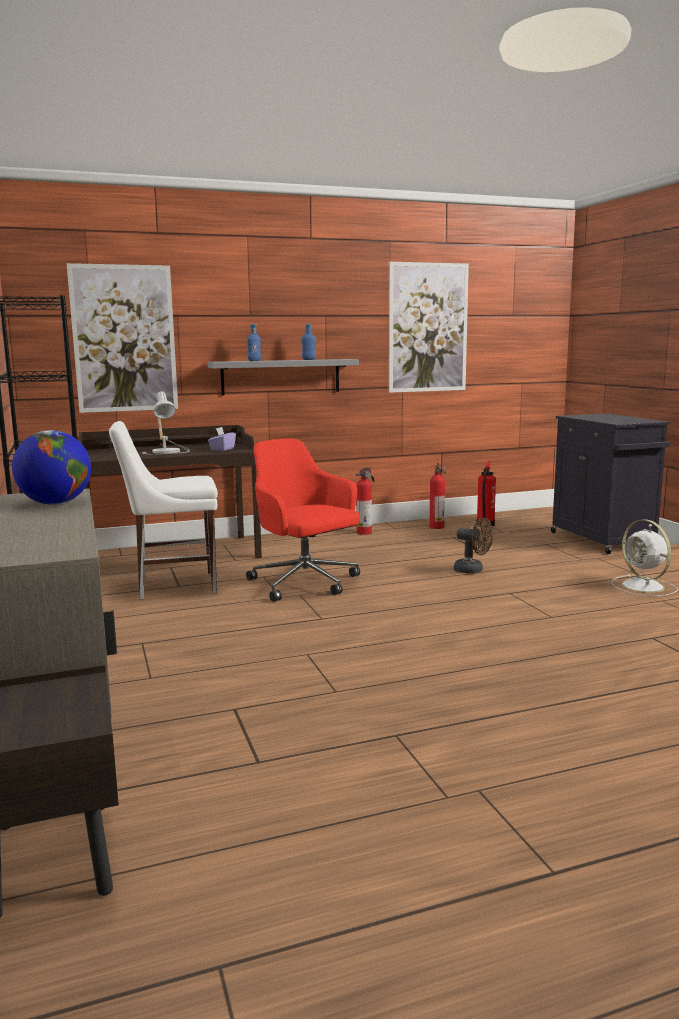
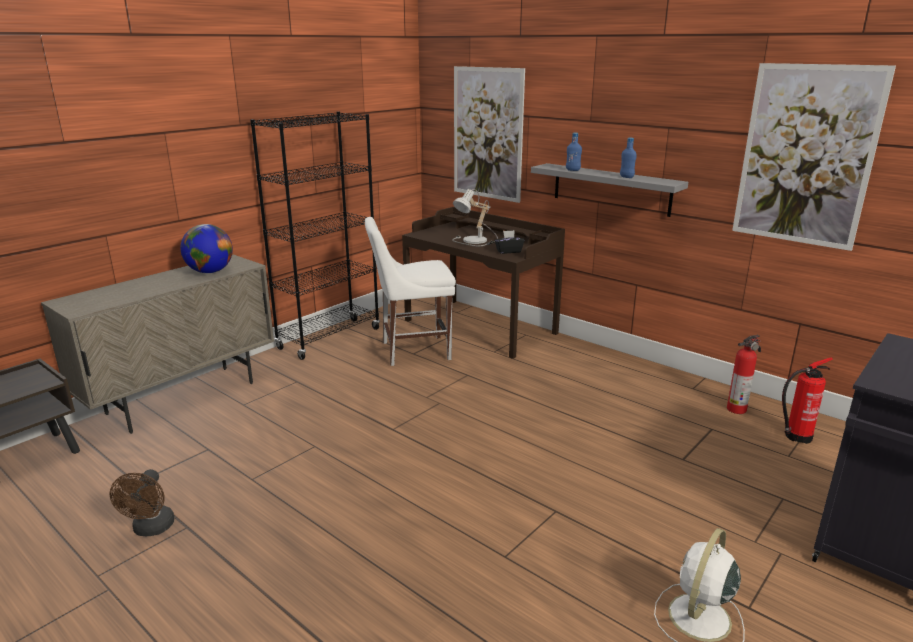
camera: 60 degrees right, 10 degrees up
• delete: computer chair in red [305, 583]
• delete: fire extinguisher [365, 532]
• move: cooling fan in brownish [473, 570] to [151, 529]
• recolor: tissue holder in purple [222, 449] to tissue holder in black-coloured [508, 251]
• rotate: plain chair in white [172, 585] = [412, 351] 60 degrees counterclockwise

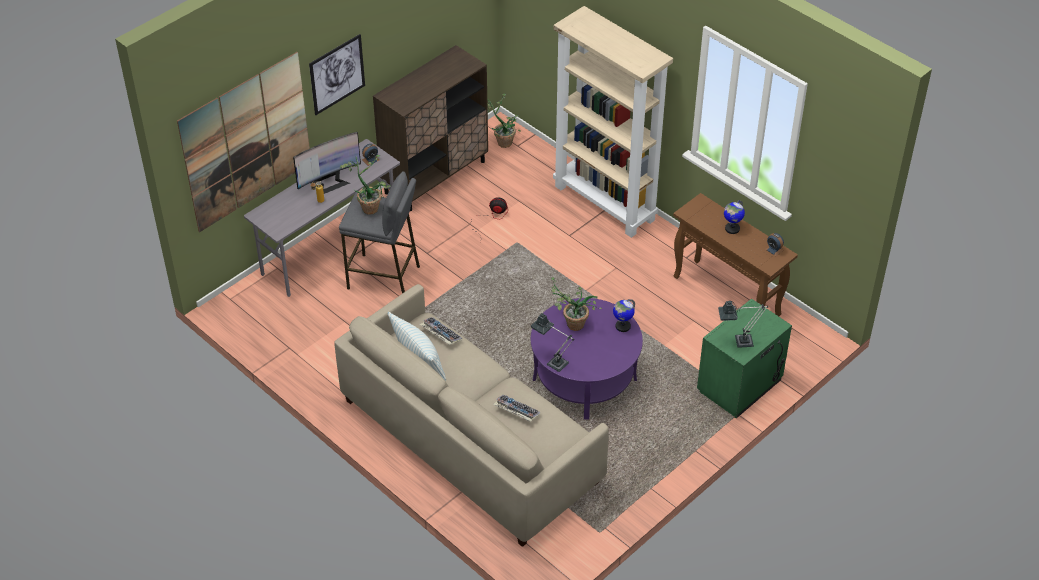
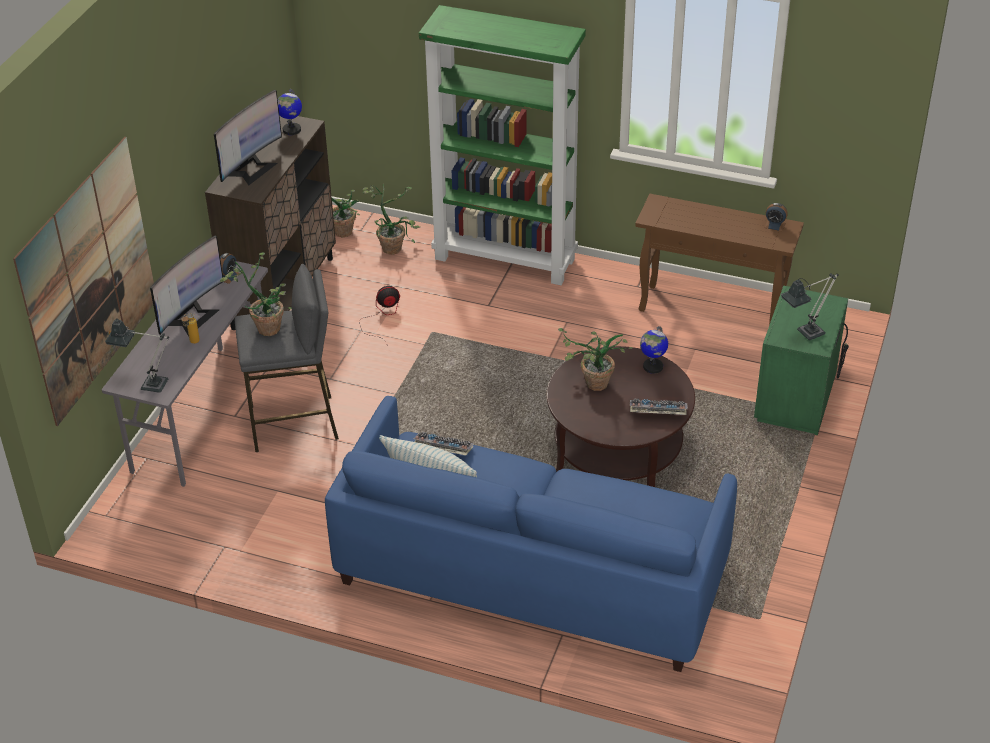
camera: 25 degrees left, 5 degrees down
• delete: wall art [337, 74]
• insert: monitor [251, 169]
• insert: plant in a pot [393, 245]
• move: keyboard [516, 411] to [657, 412]
• move: tabletop lamp [553, 361] to [148, 384]
• move: desk globe [732, 229] to [291, 130]
• recolor: couch in beige [469, 441] to couch in blue-coloured [530, 573]
• recolor: lounge table in purple [584, 379] to lounge table in brownish [617, 454]
• recolor: shelving unit in beige [605, 203] to shelving unit in green-coloured [506, 259]

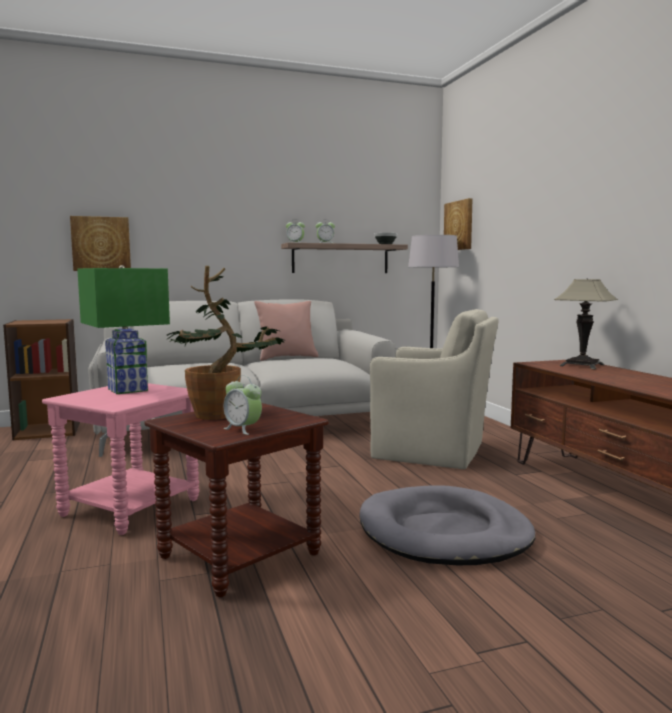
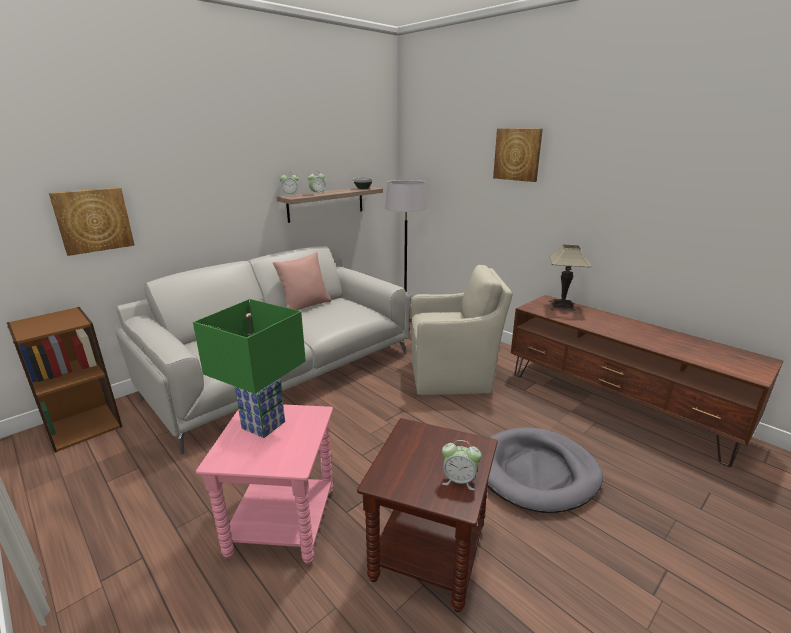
camera: 25 degrees left, 15 degrees up
• delete: plant in a pot [224, 414]
• move: wall art [459, 225] to [517, 154]

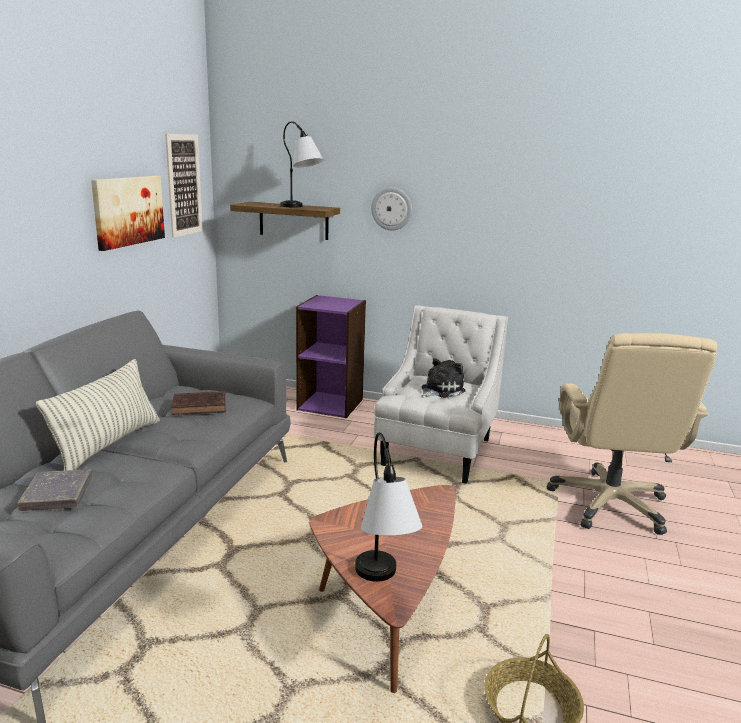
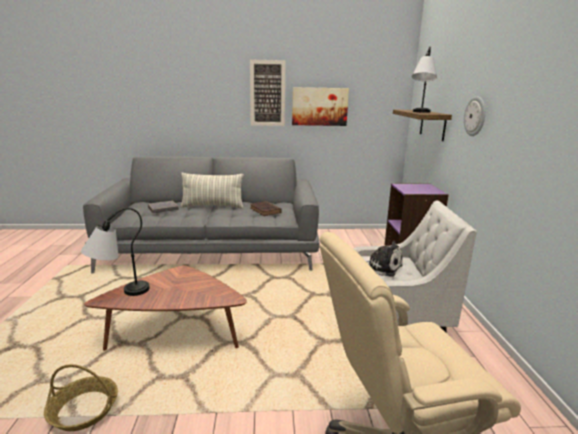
camera: 70 degrees right, 0 degrees up
• move: wall art [184, 185] to [267, 93]

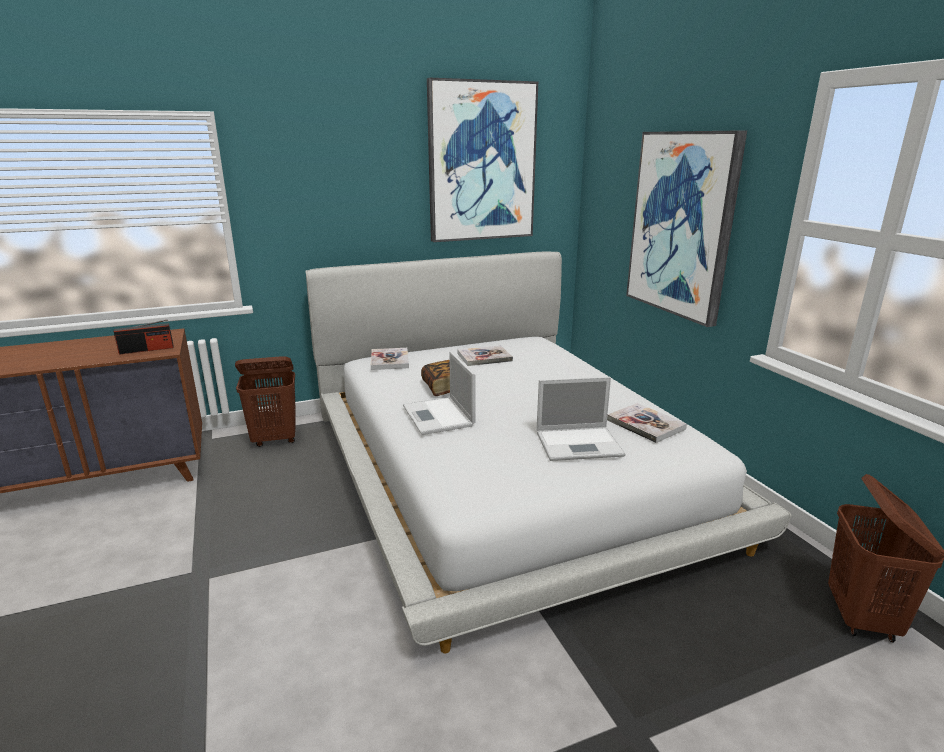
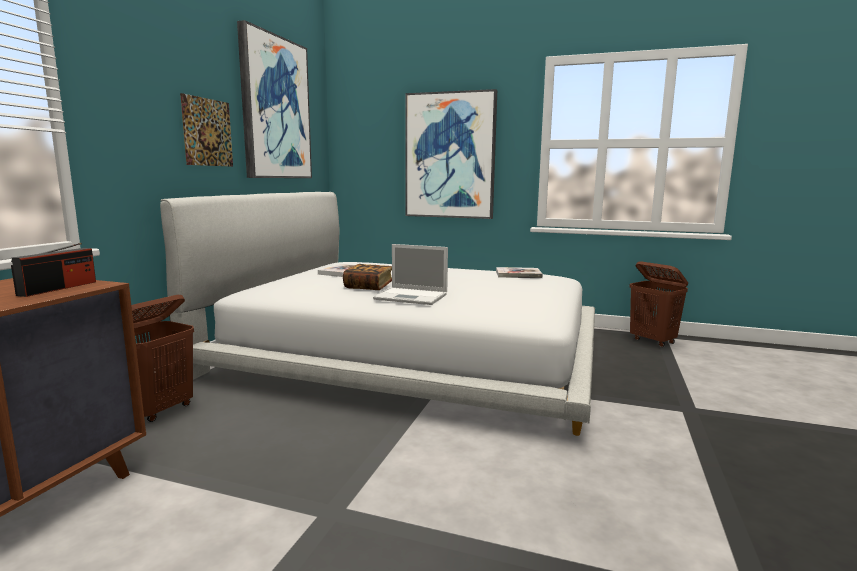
camera: 50 degrees left, 10 degrees down
• delete: bound book [389, 360]
• delete: laptop [580, 444]
• insert: wall art [207, 132]

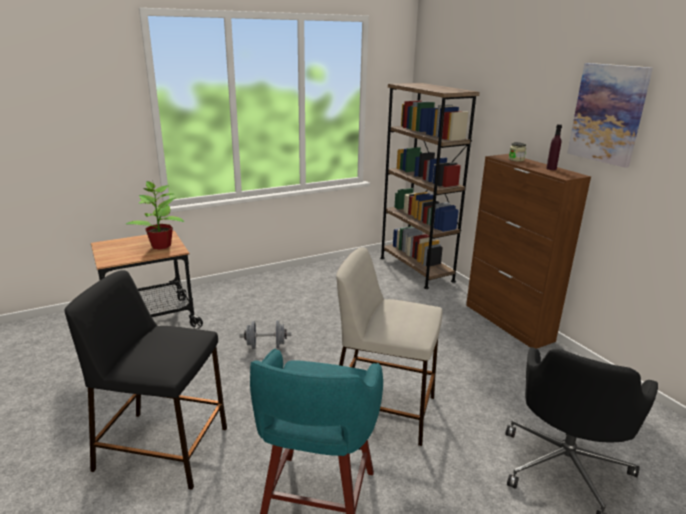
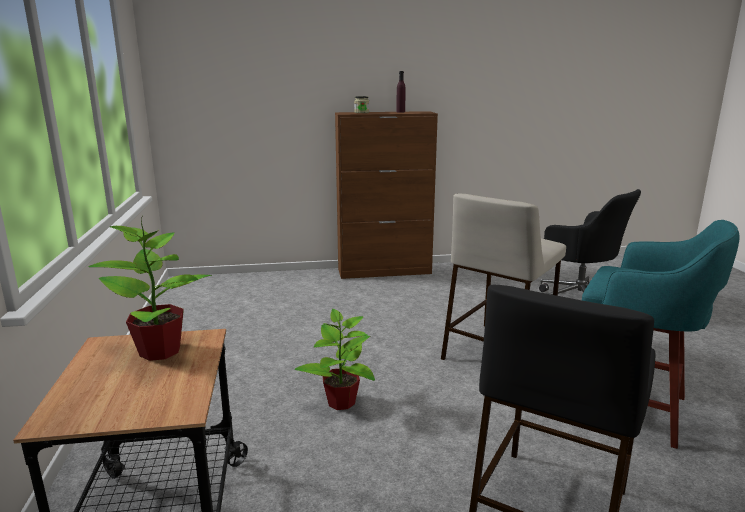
camera: 70 degrees left, 5 degrees down
• delete: shelving unit in brownish [416, 269]
• delete: wall art [608, 114]
• replace: hand weight in greyish [266, 346] to plant in a pot [341, 402]

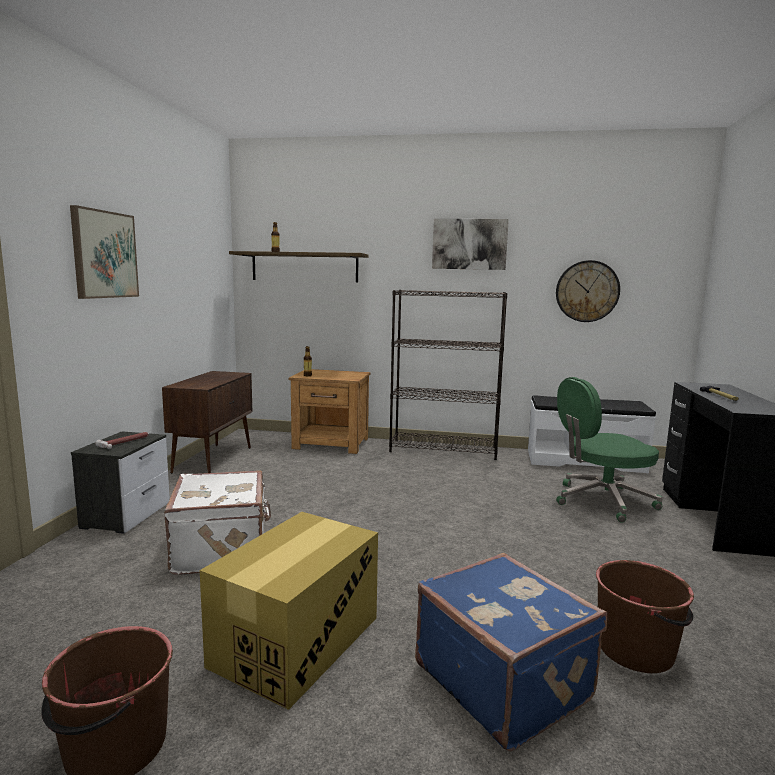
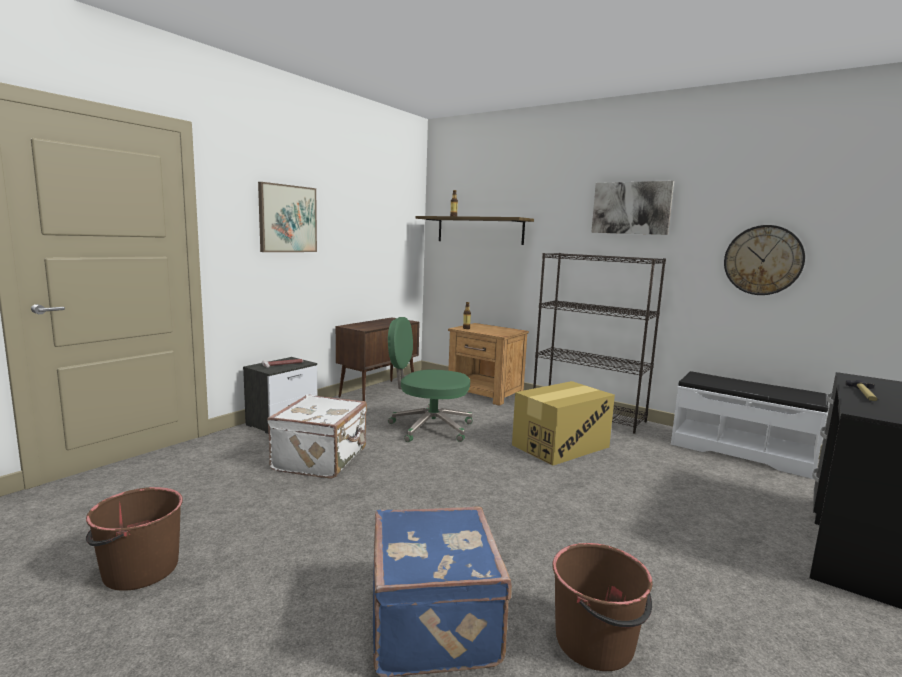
camera: 25 degrees right, 0 degrees up
• move: cardboard box [296, 641] to [560, 446]
• move: computer chair in green-coloured [601, 501] to [429, 427]

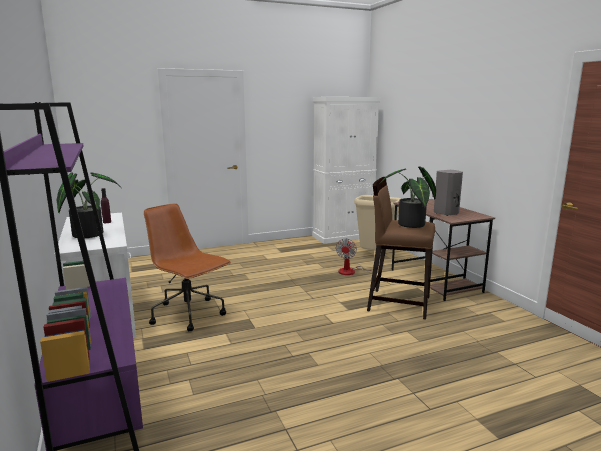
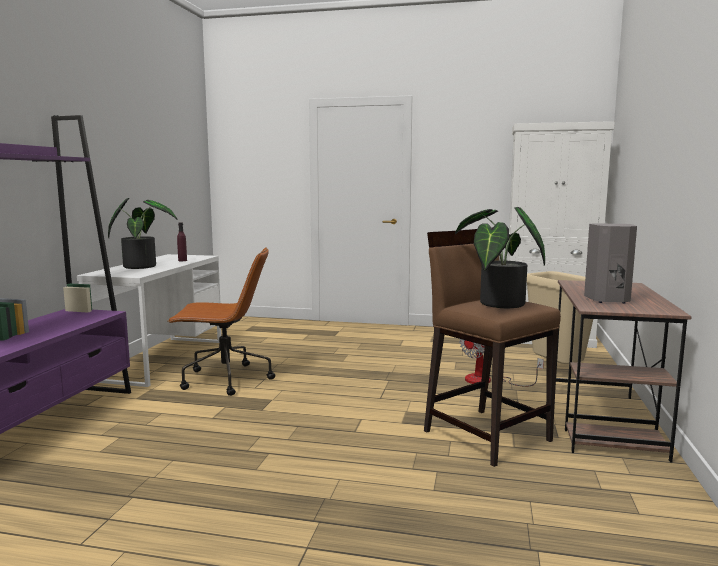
camera: 35 degrees right, 5 degrees down
• rotate: computer chair in brownish [189, 314] = [224, 380] 105 degrees clockwise

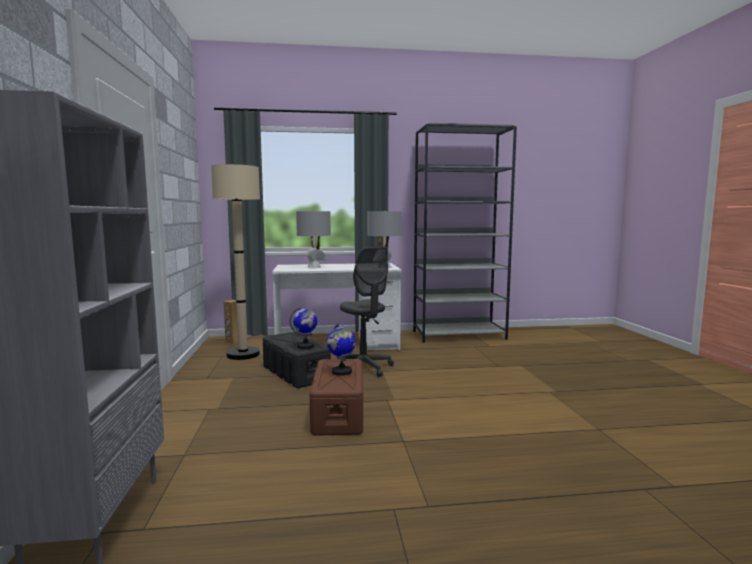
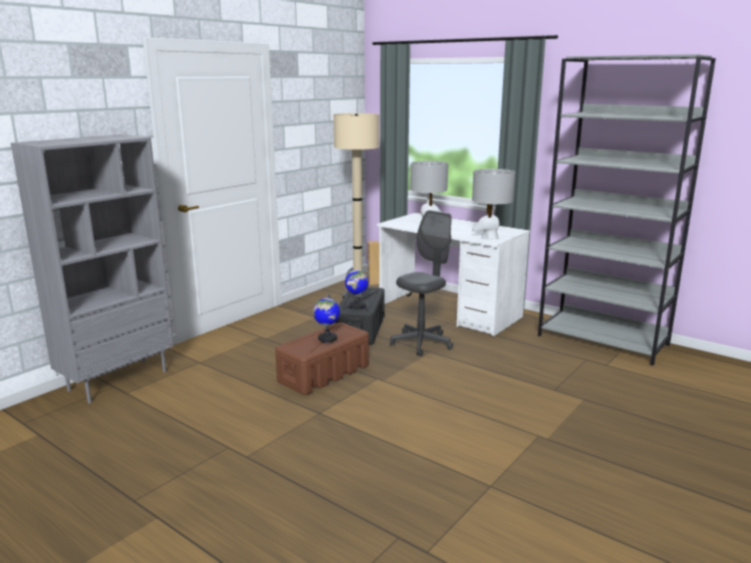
camera: 45 degrees right, 10 degrees up
• rotate: computer chair in greyish [364, 368] = [421, 343] 150 degrees counterclockwise

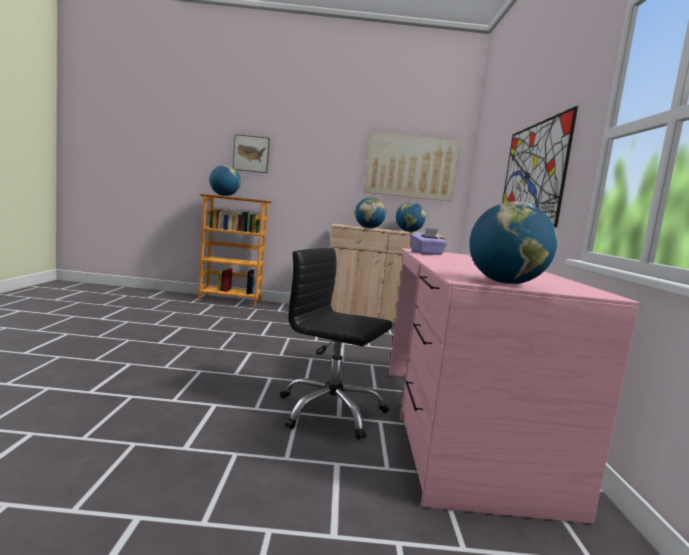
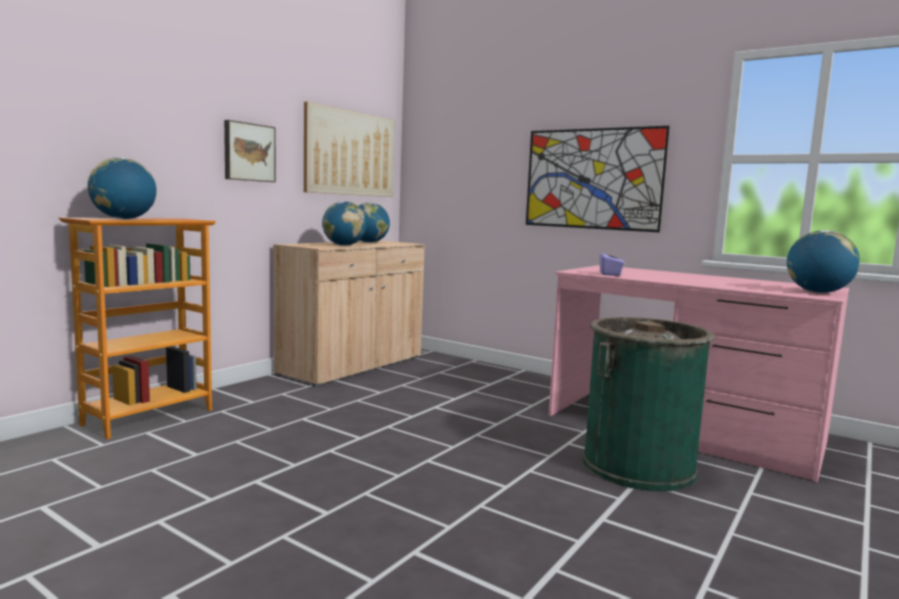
camera: 55 degrees left, 0 degrees up
• move: wall art [251, 154] to [248, 152]
• replace: computer chair in black-coloured [330, 411] to rubbish bin in green-coloured [638, 466]

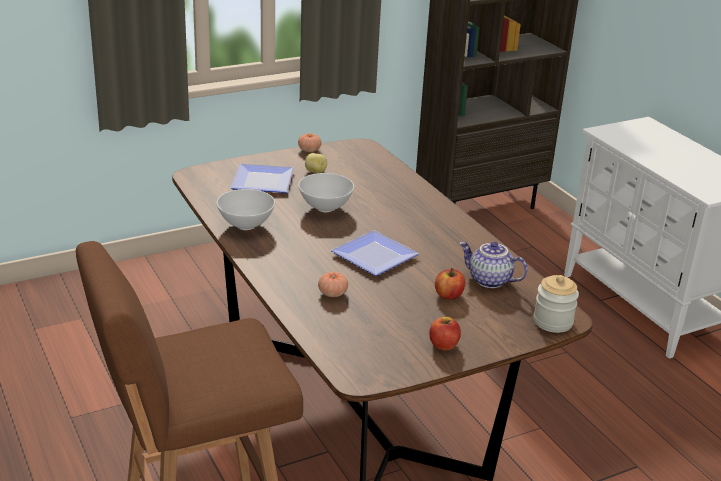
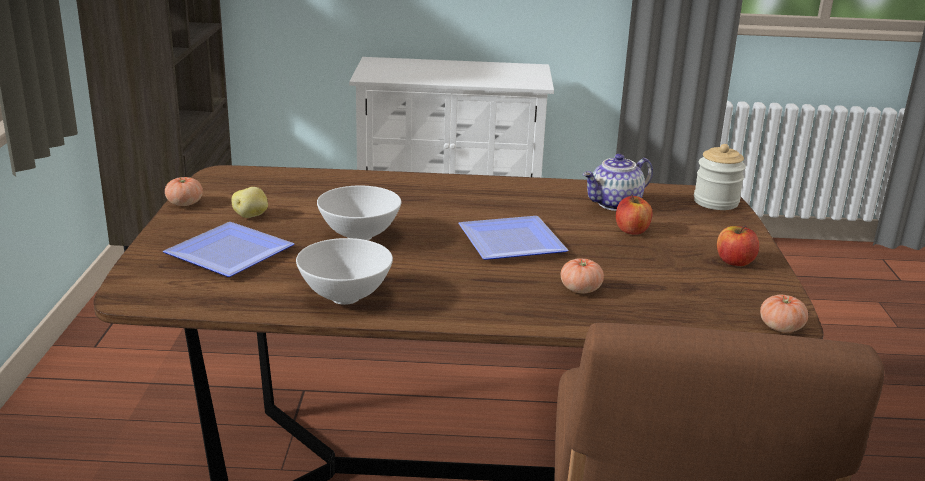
camera: 60 degrees left, 5 degrees down
• insert: whole tomato [781, 327]

